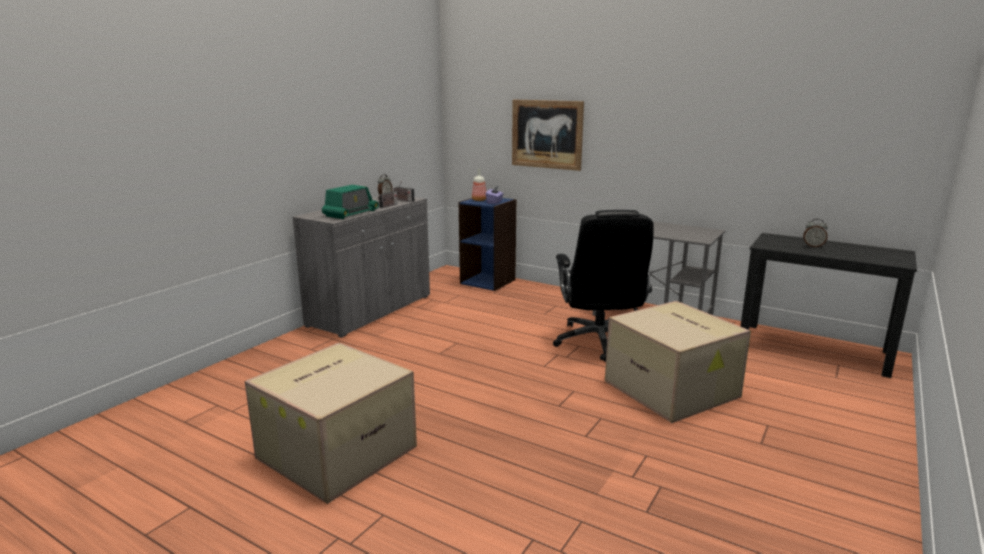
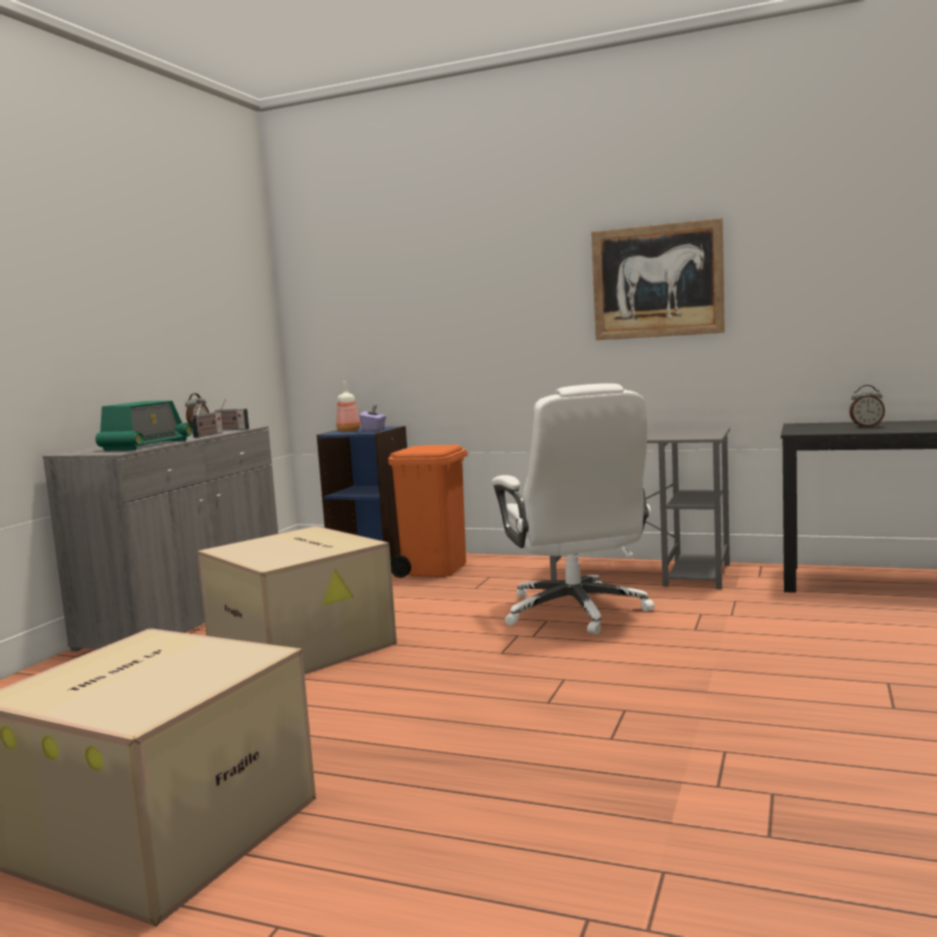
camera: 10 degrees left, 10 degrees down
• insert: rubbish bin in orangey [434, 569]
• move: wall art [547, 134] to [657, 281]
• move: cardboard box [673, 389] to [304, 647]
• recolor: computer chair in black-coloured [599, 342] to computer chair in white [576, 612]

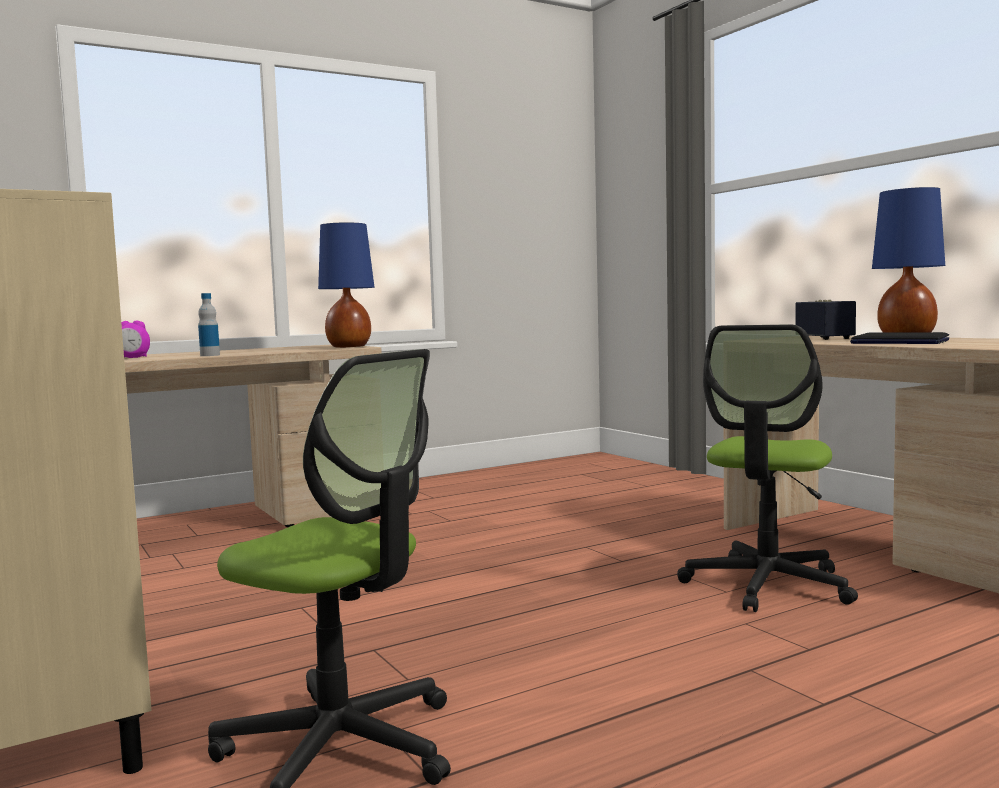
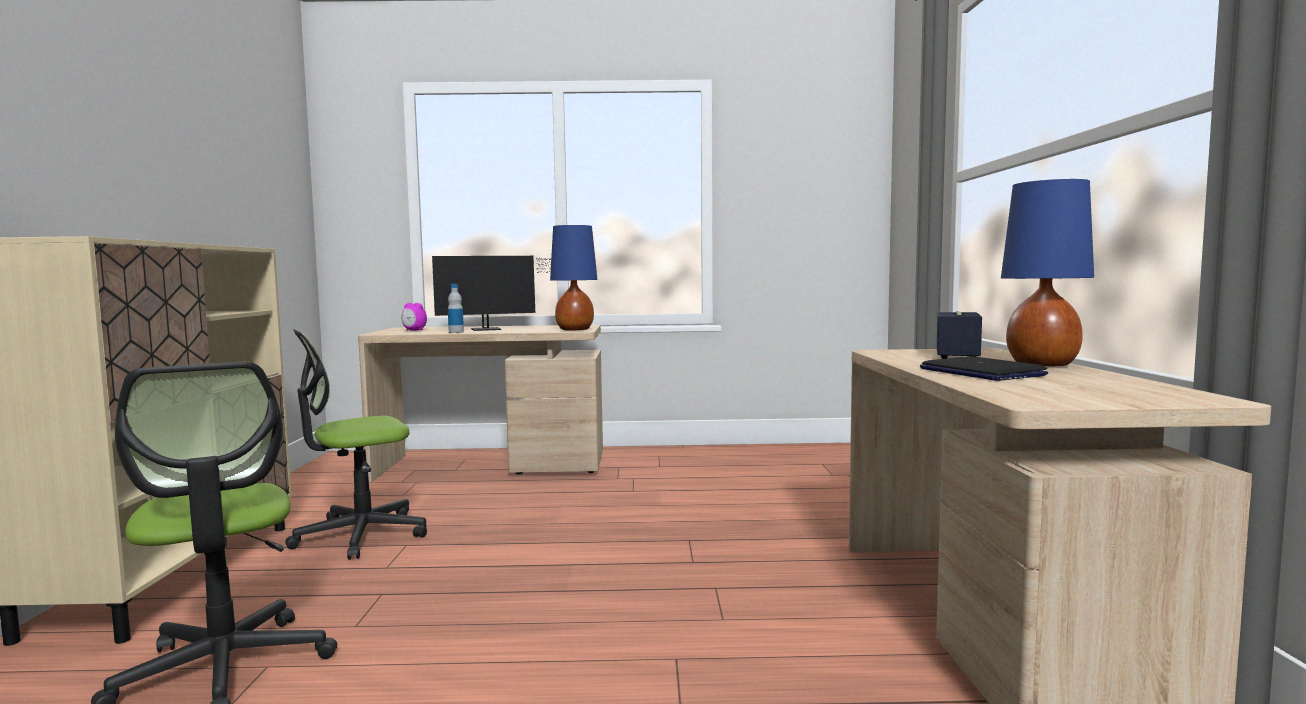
camera: 30 degrees right, 0 degrees up
• insert: monitor [491, 329]
• move: computer chair [767, 585] to [360, 535]

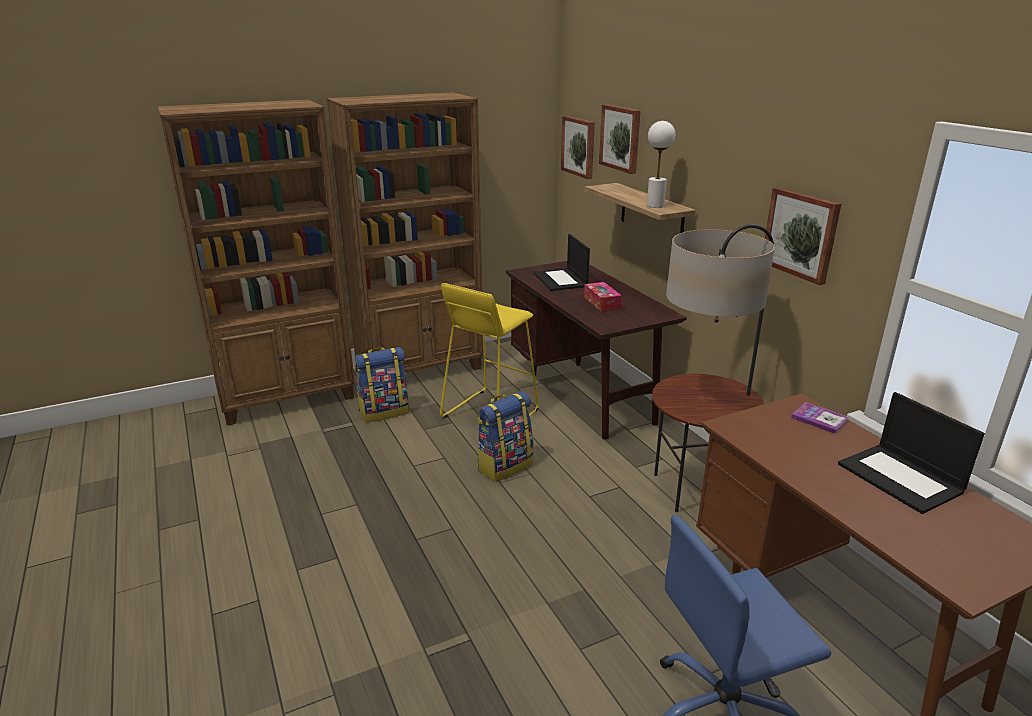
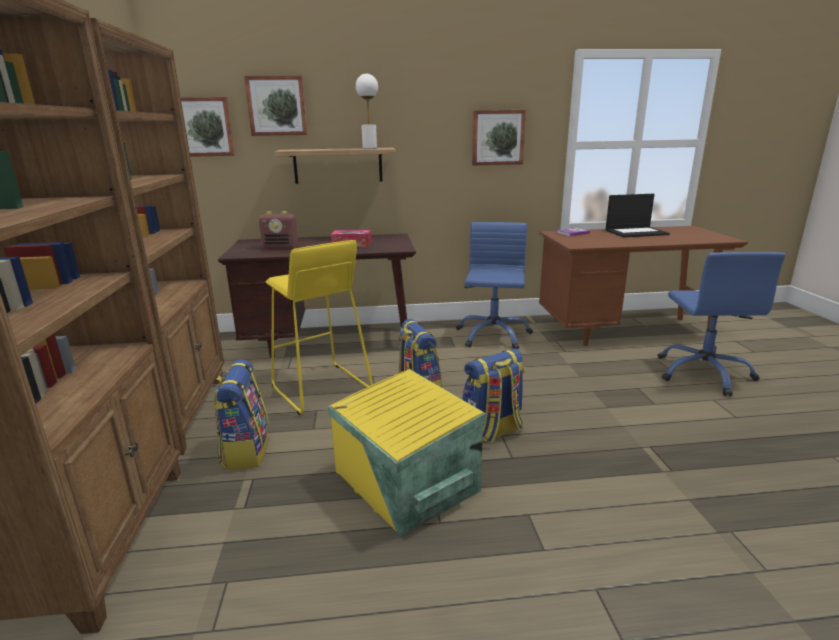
camera: 70 degrees left, 5 degrees down
• insert: storage box in yellowish [405, 482]
• insert: rucksack [492, 432]
• replace: laptop [561, 280] to radio set [281, 248]
• replace: standard lamp [695, 489] to computer chair in blue-coloured [492, 335]

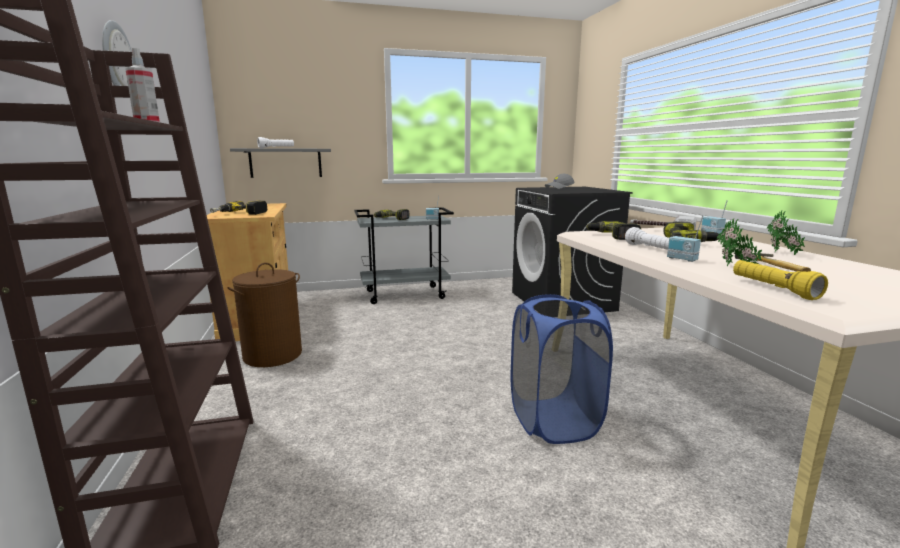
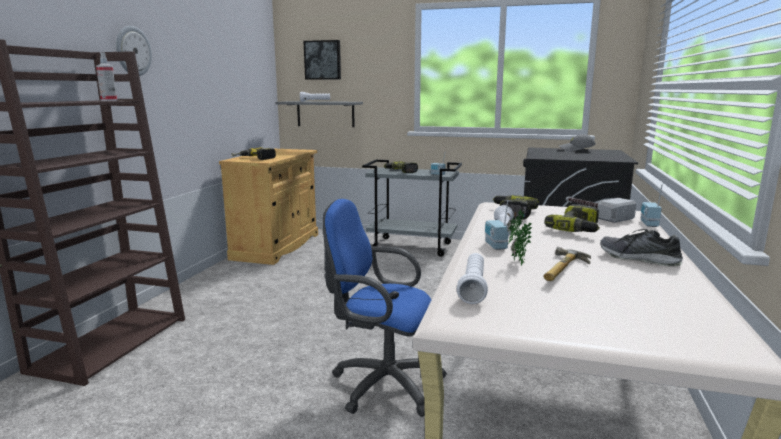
camera: 30 degrees right, 0 degrees up
• delete: hamper in brownish [272, 355]
• insert: wall art [323, 60]
• replace: hamper in blue-coloured [553, 421] to computer chair in blue-coloured [381, 384]
• replace: plant in a pot [781, 254] to low shoe [639, 259]
• recolor: flashlight in yellowish [773, 289] to flashlight in white [473, 287]

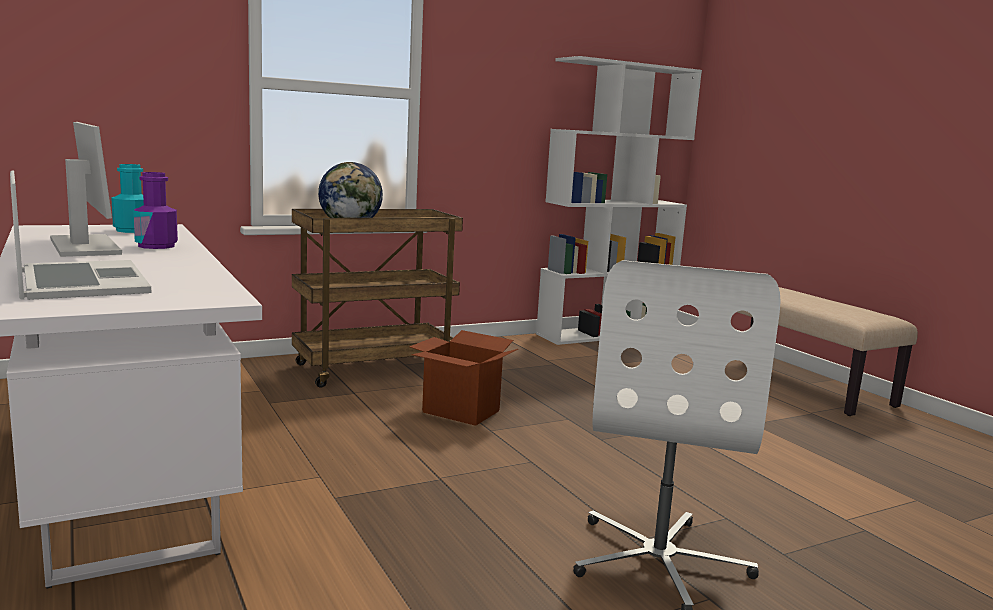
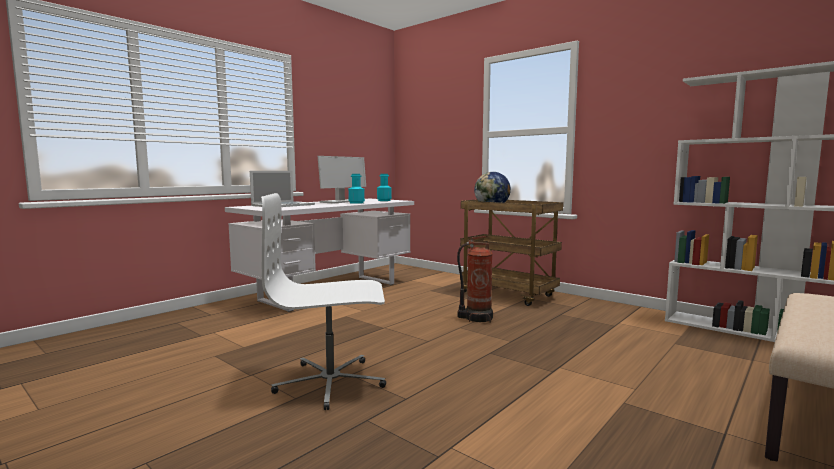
camera: 70 degrees right, 5 degrees down
• replace: cardboard box [460, 411] to fire extinguisher [477, 318]
• recolor: bottle in purple [156, 246] to bottle in blue-green [356, 203]

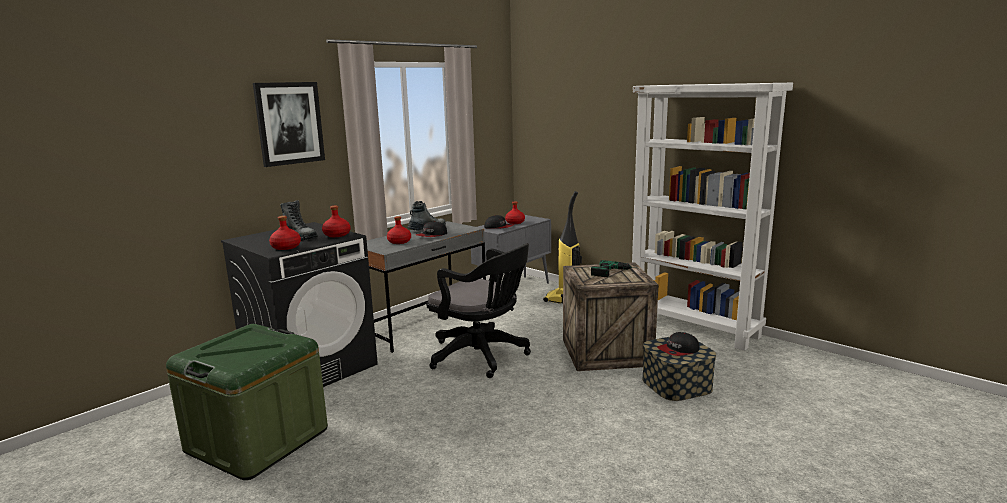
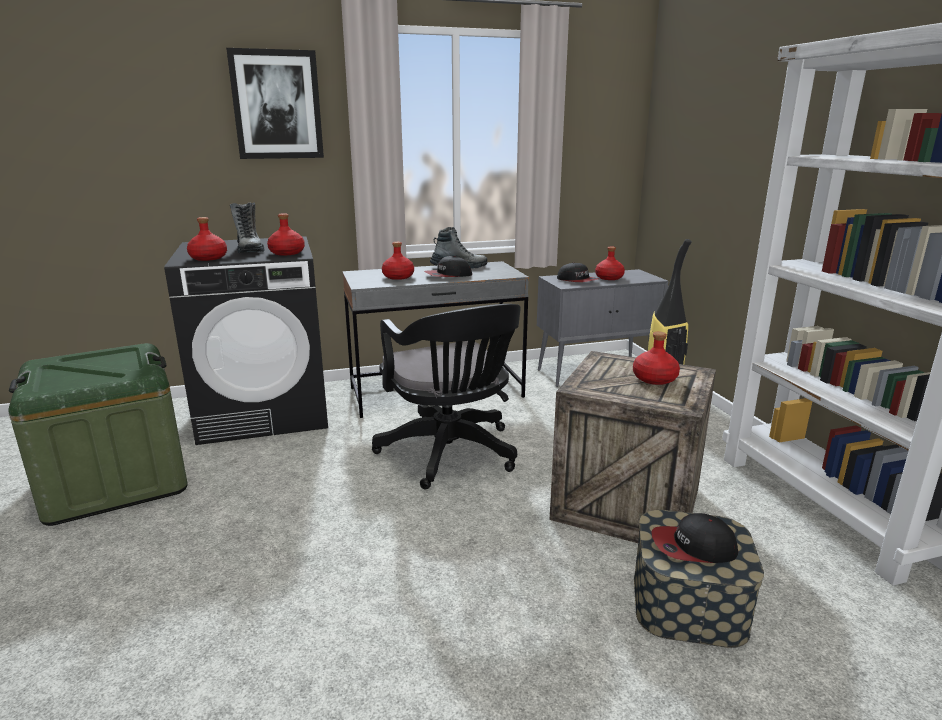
camera: 30 degrees right, 5 degrees up
• replace: power drill [615, 272] to bottle in red [654, 379]

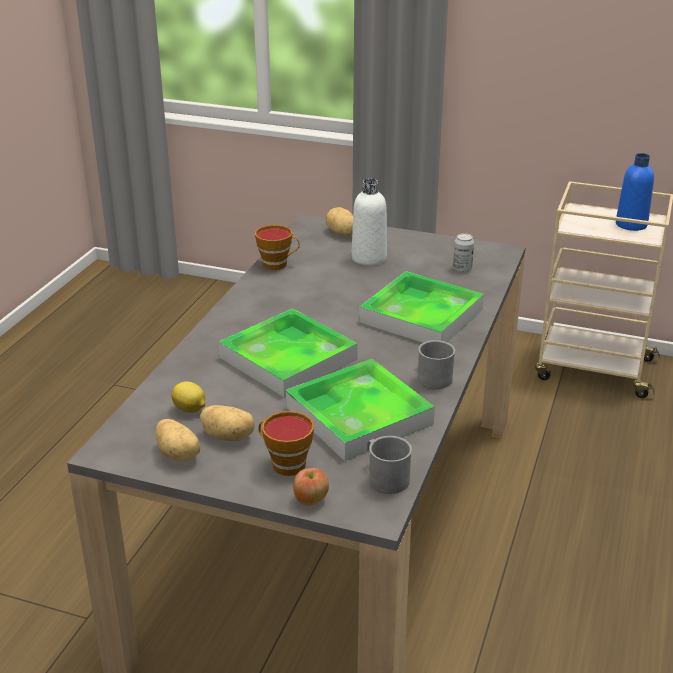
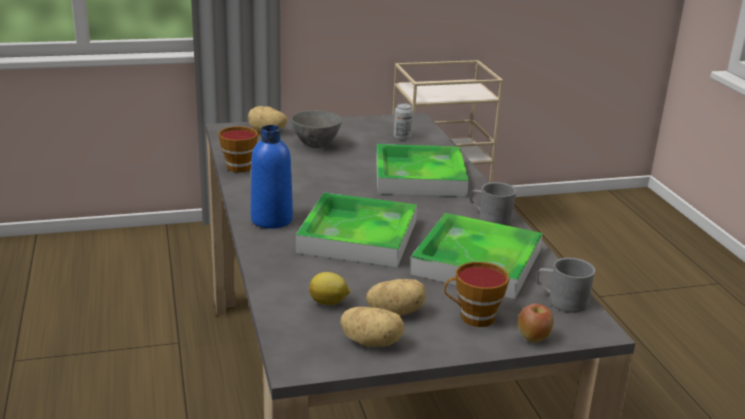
camera: 35 degrees left, 5 degrees down
• move: bottle in blue-coloured [631, 224] to [271, 220]
• replace: bottle in white [369, 258] to bowl in greyish [316, 145]

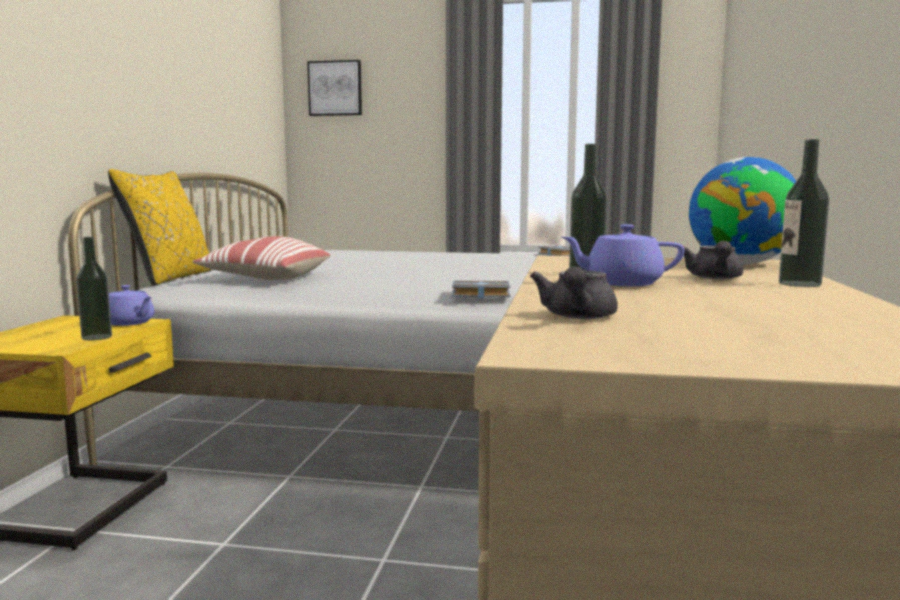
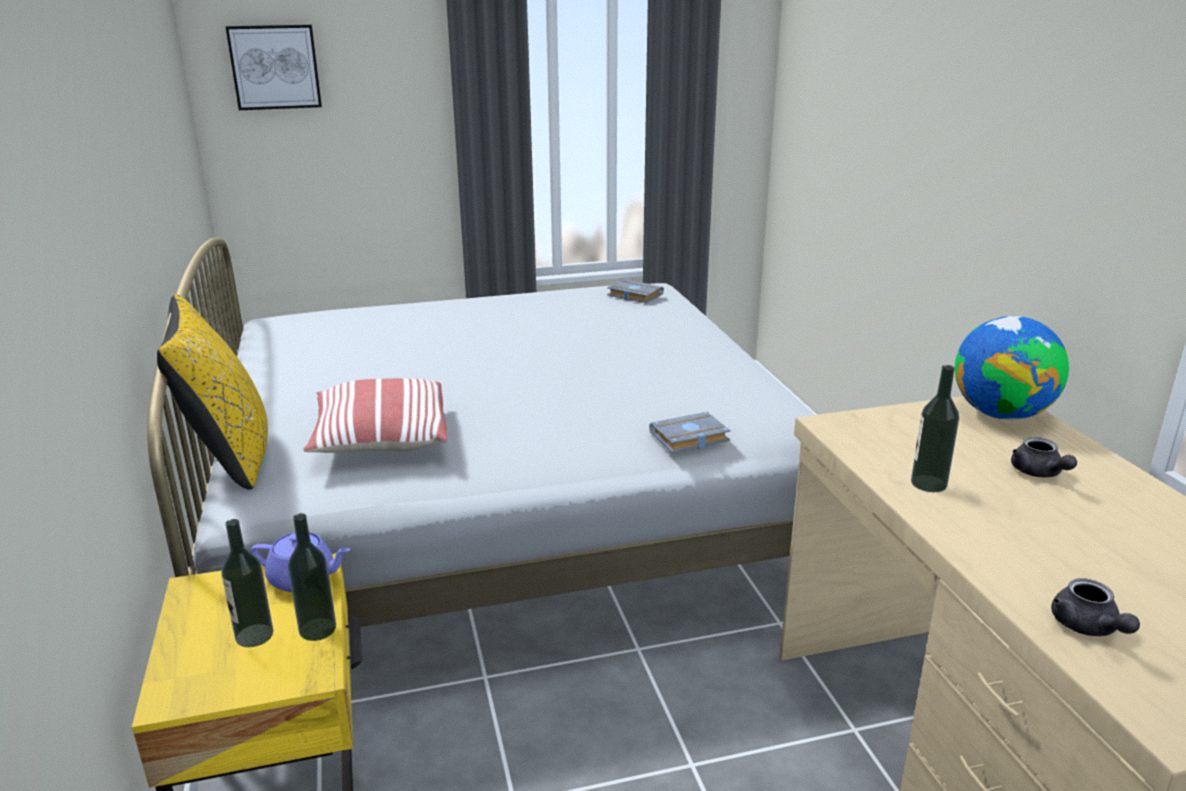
camera: 25 degrees left, 15 degrees up
• delete: tea pot in purple [621, 283]
• move: bottle [799, 284] to [254, 635]

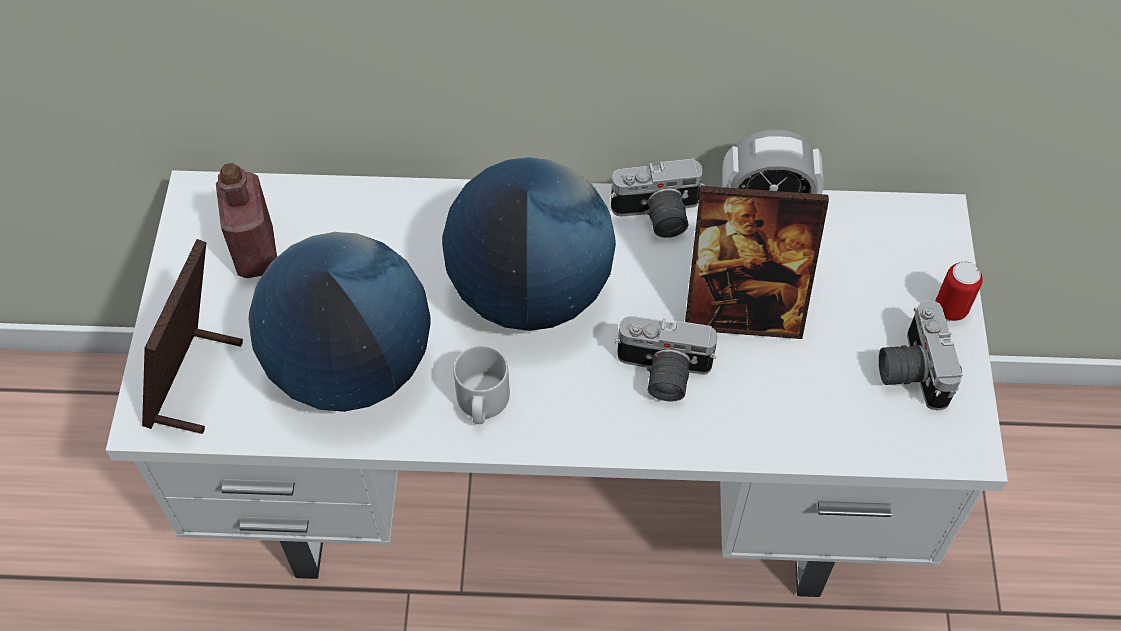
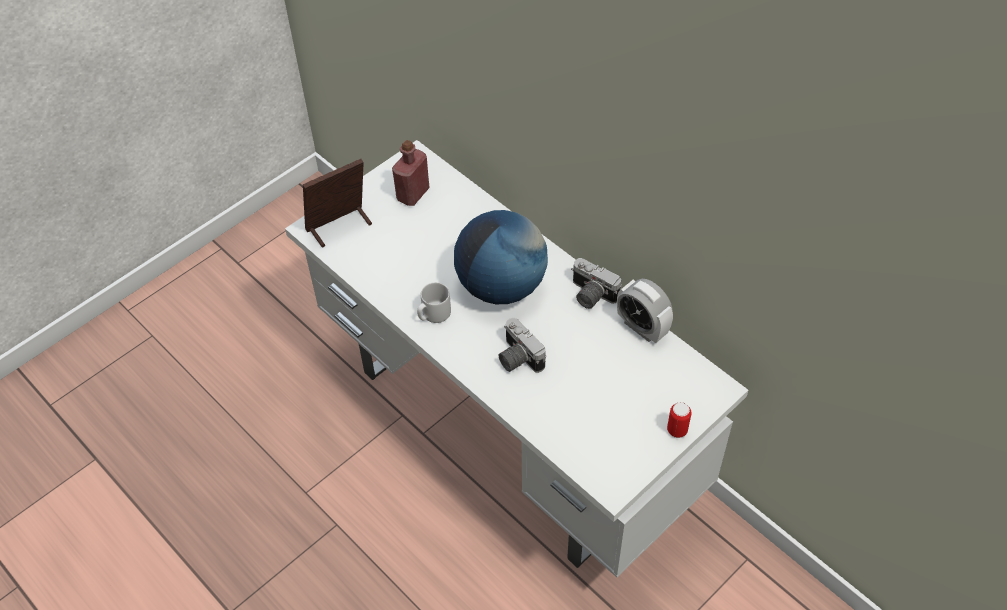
camera: 45 degrees right, 5 degrees down
• delete: desk globe [351, 366]
• delete: standing frame [743, 311]
• delete: still camera [909, 369]

